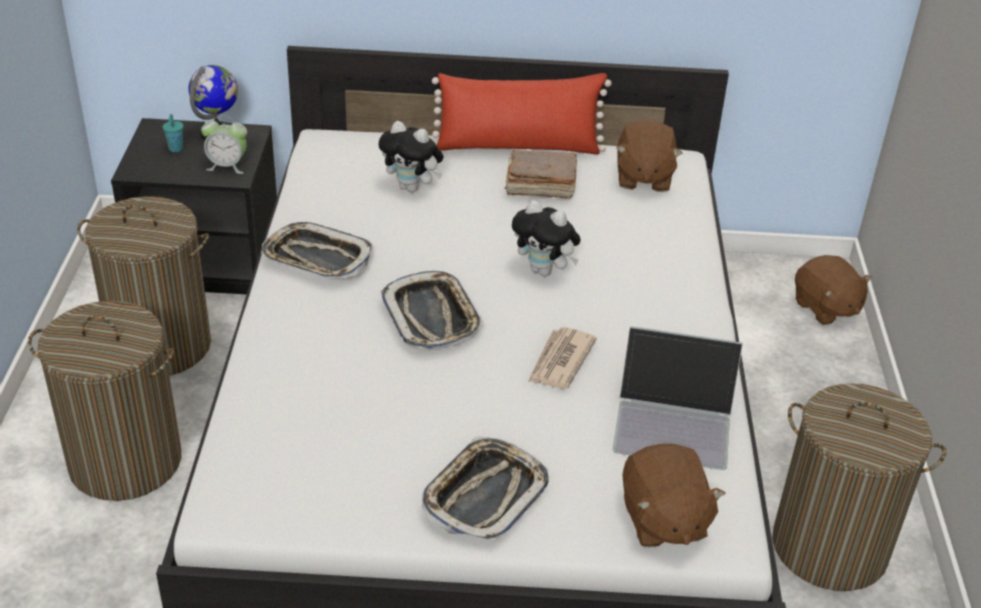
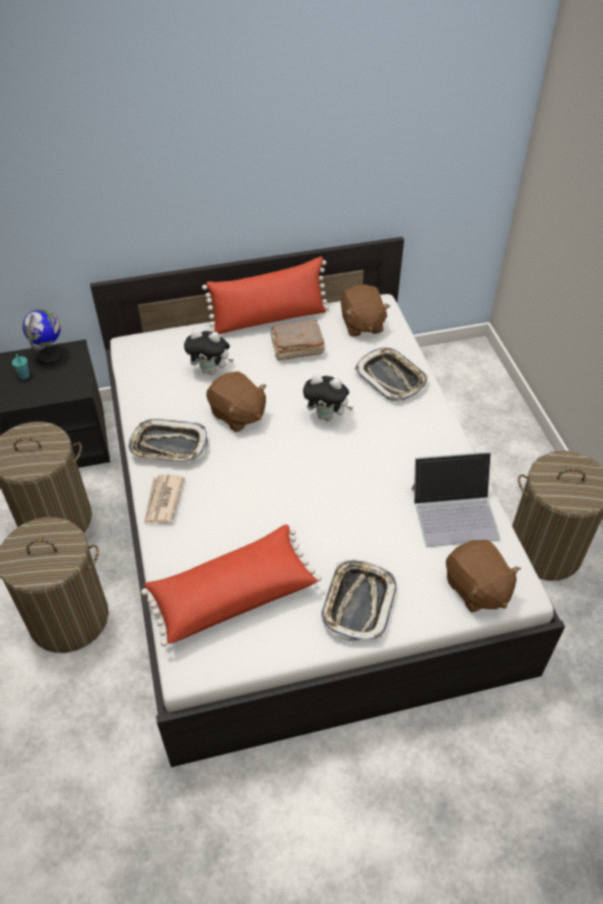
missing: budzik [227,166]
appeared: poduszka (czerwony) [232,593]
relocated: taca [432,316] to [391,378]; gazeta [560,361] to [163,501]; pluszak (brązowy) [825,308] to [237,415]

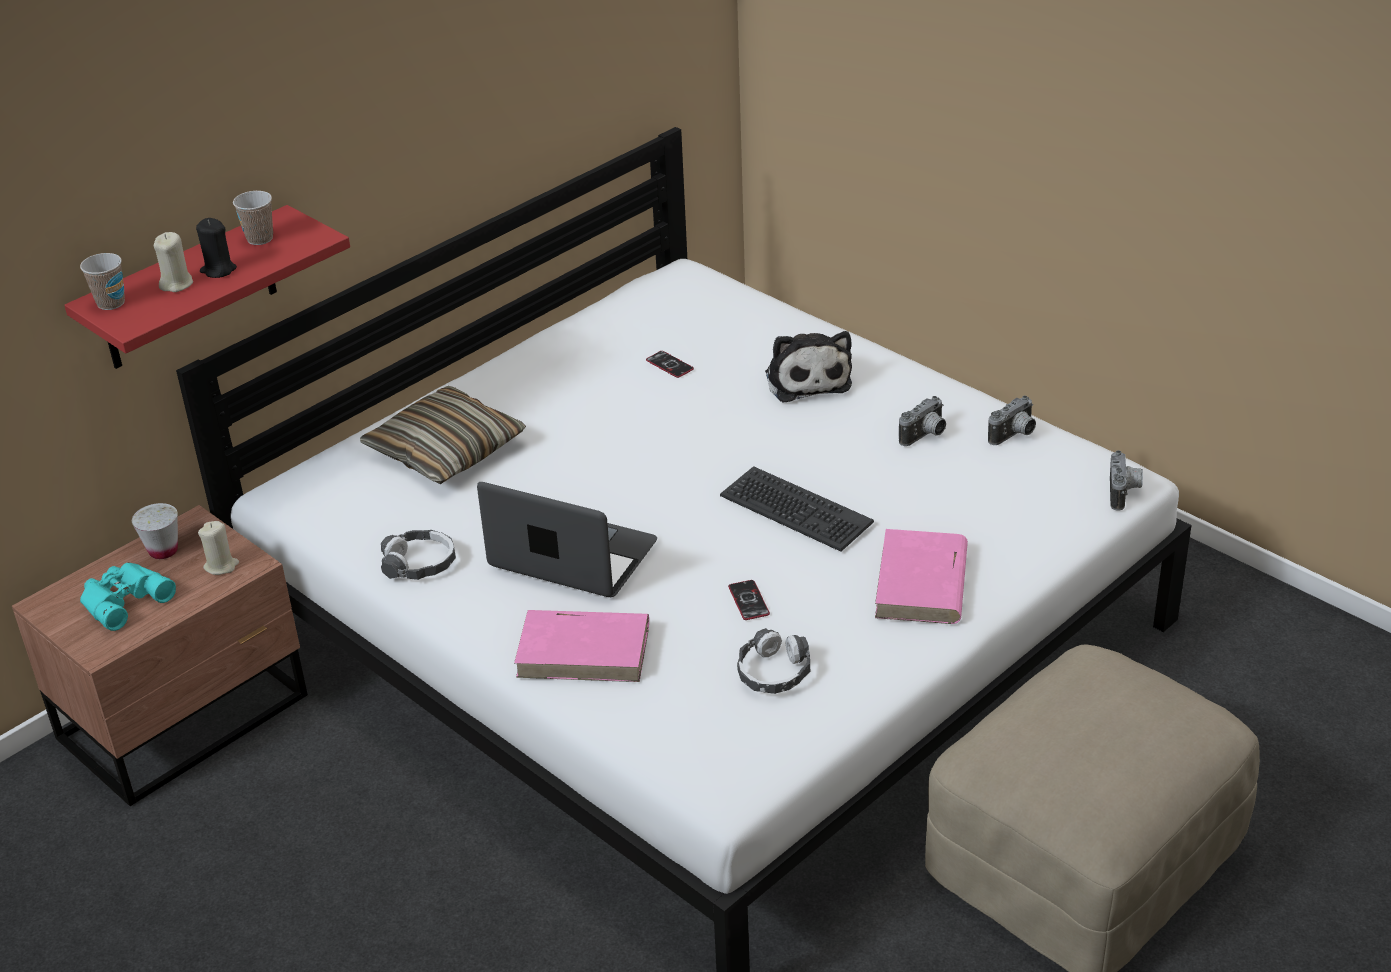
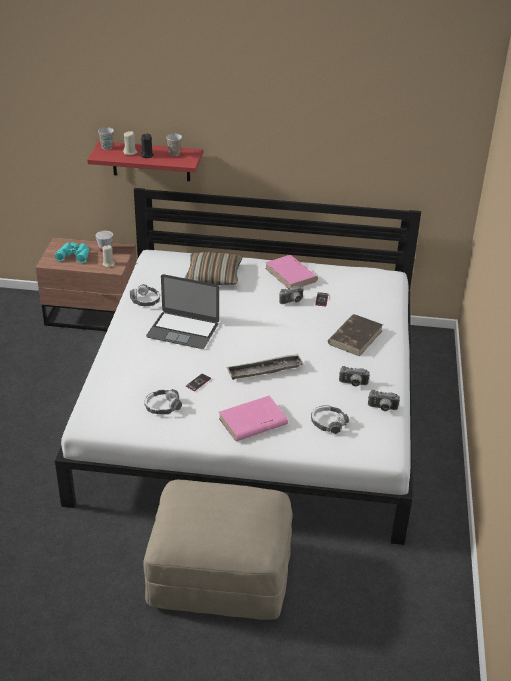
appeared: słuchawki [328,423]
relocated: książka (różowy) [585,650] to [291,275]; aparat fotograficzny [1124,493] to [292,302]
exchanged: klawiatura [795,510] to taca [264,370]; pluszak [807,379] to książka (brązowy) [355,337]
spun: laptop [572,555] = [183,330] 120 degrees clockwise

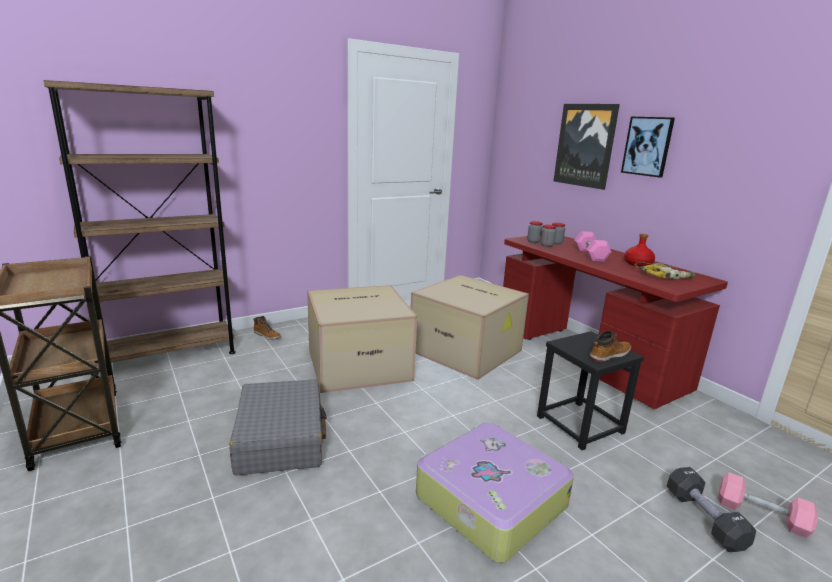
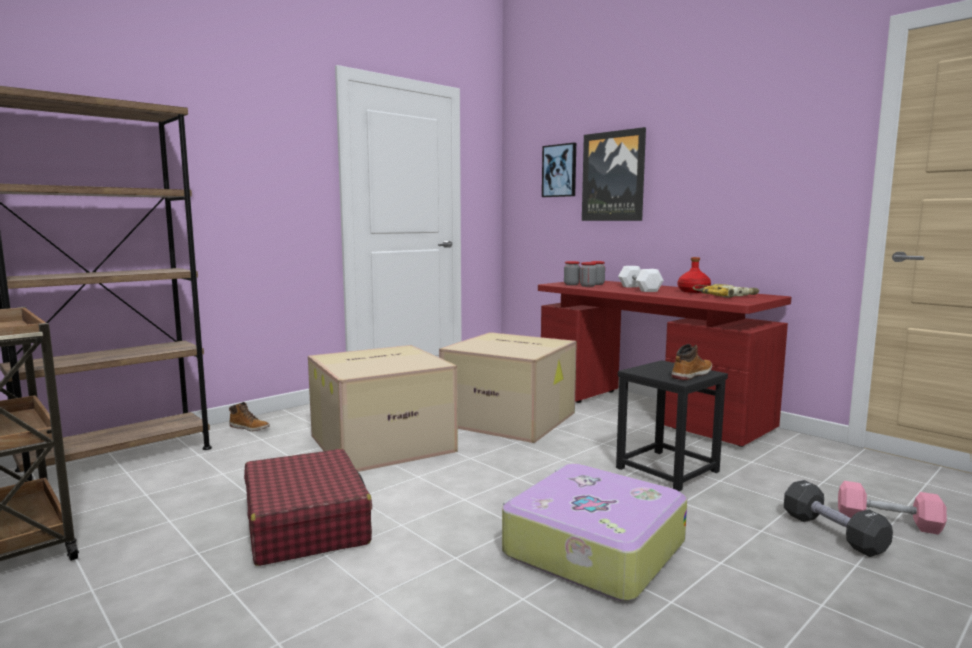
relocated: obraz [647,146] to [559,170]
colour: walizka (szary) [281,438] to walizka (czerwony) [306,523]; hantel (różowy) [590,254] to hantel (biały) [639,289]

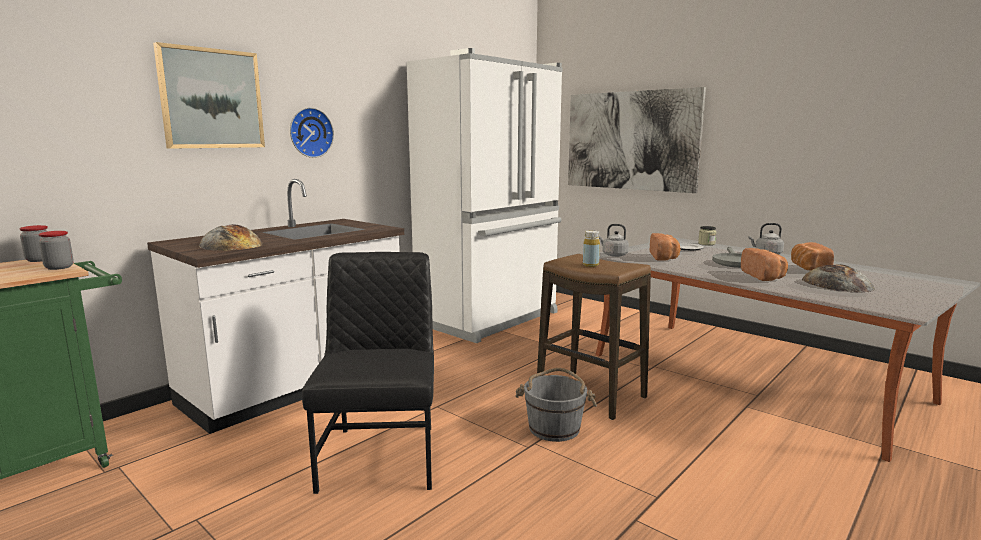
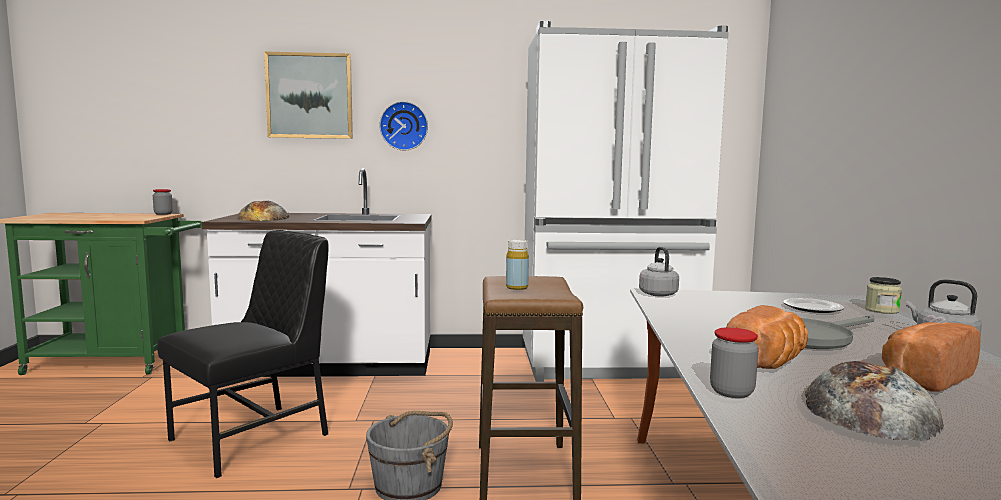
missing: obraz [631,140]; chleb [665,257]
relocated: słoik [59,267] to [731,392]

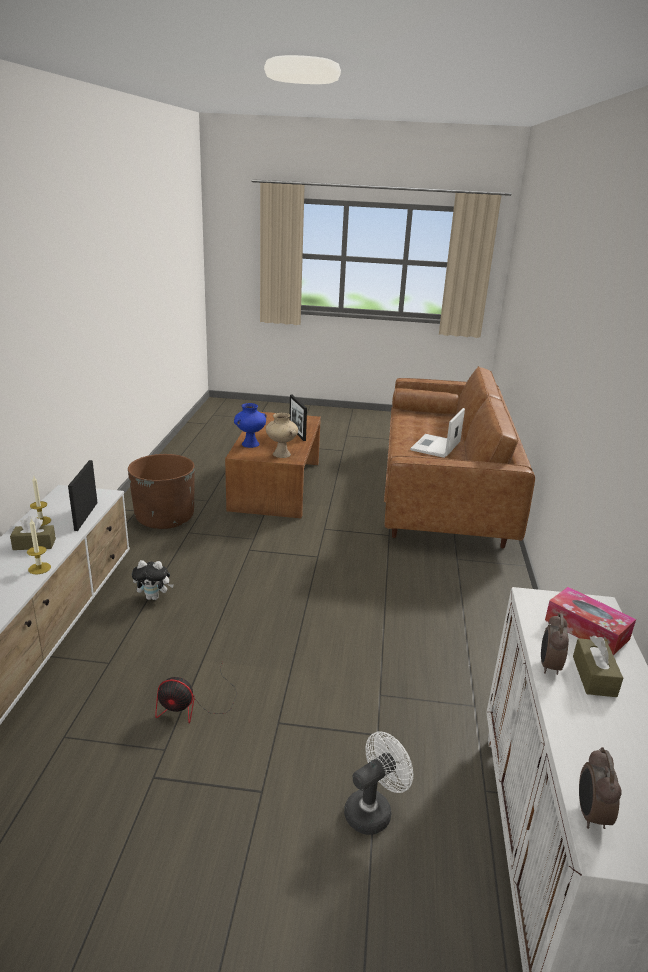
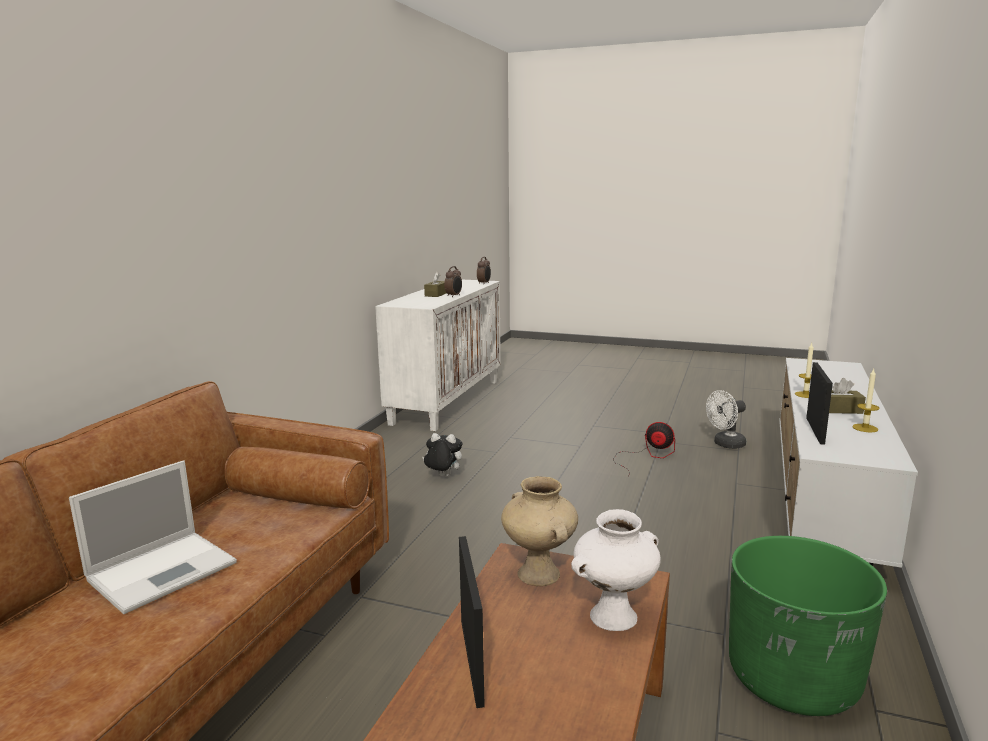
missing: pudełko chusteczek [586,629]
relocated: pluszak [154,597] to [442,476]; wentylator (biały) [373,810] to [725,444]
colour: donica (brązowy) [165,518] to donica (zielony) [793,678]; wazon (niebieski) [250,444] to wazon (biały) [613,618]

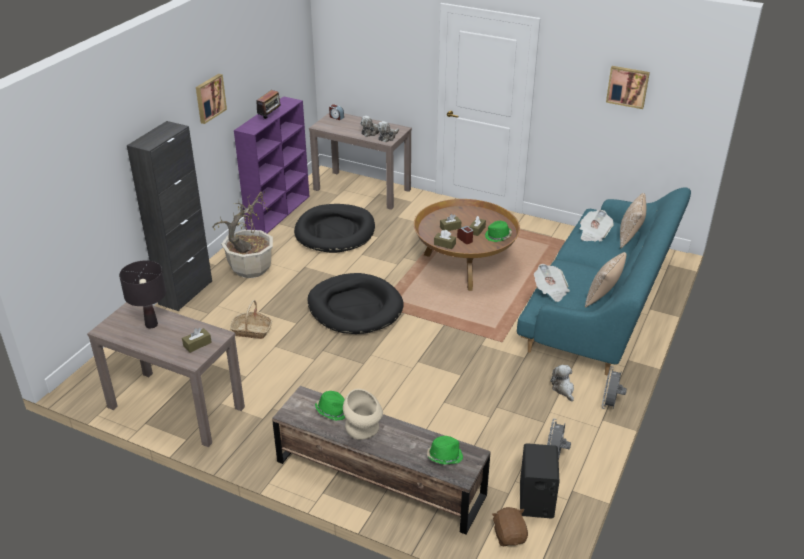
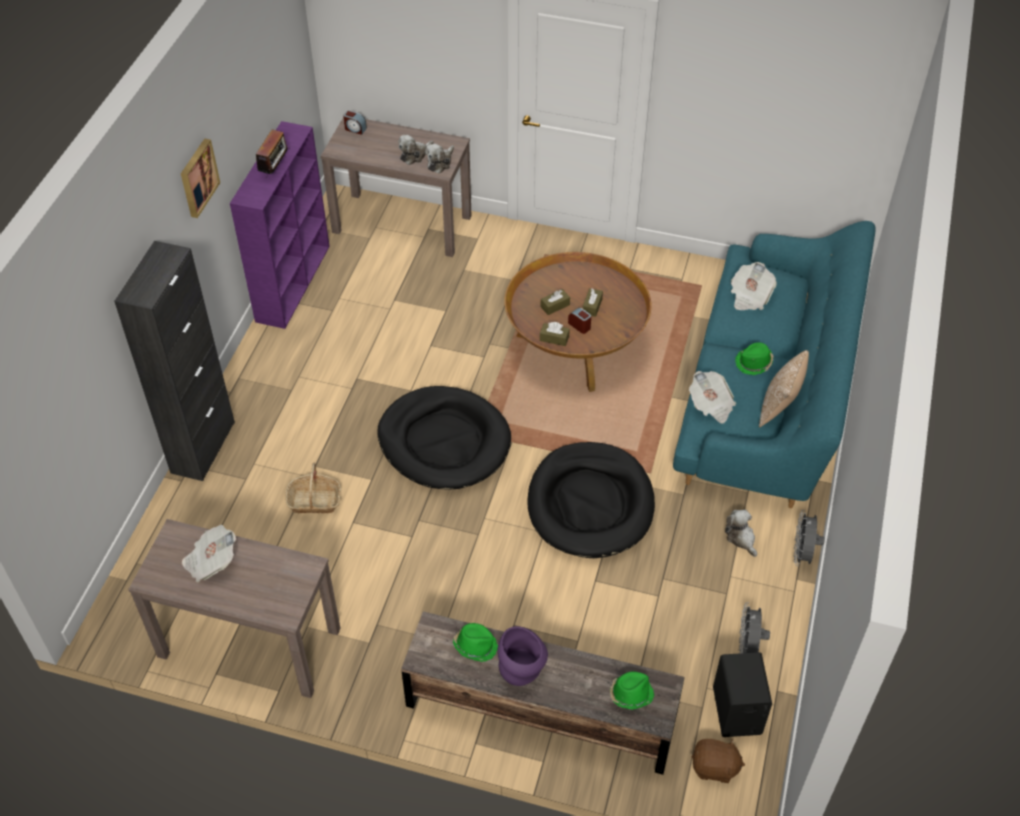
missing: pudełko chusteczek (brązowy) [197,344]; roślina doniczkowa [251,269]; obraz [628,86]; poduszka [629,237]
relocated: legowisko (czarny) [335,232] to [590,503]; kapelusz (zielony) [498,236] to [754,363]
exchanged: lampa stołowa (czarny) [151,325] to gazeta [211,562]
colour: wazon (beżowy) [363,430] to wazon (fioletowy) [522,670]
spun: pluszak (brązowy) [509,535] = [714,767] 120 degrees clockwise

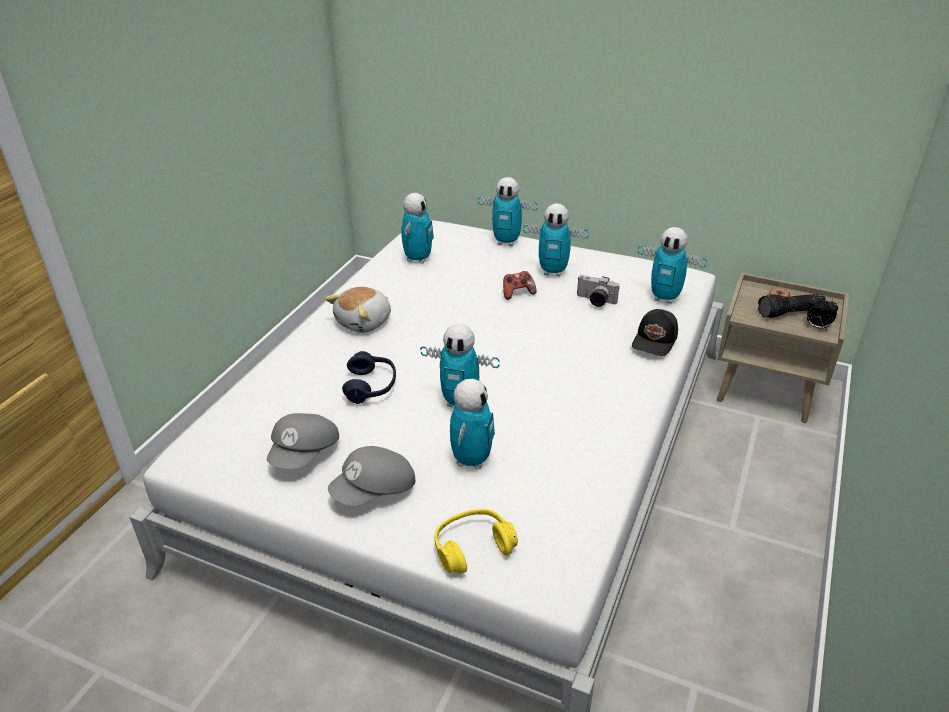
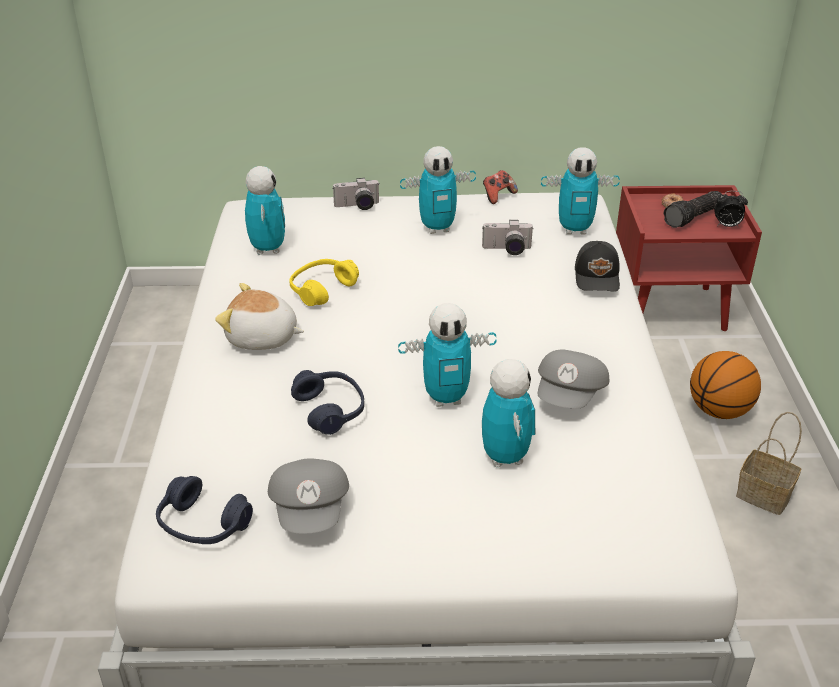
appeared: słuchawki (niebieski) [202,525]; piłka do koszykówki [719,411]; koszyk [765,495]
relocated: czapka z daszkiem (szary) [375,491] to [570,395]; słuchawki (żółty) [473,547] to [322,289]; pad do gier [517,293] to [498,196]
exchanged: robot zabawkowy [506,242] to aparat fotograficzny [357,206]
colour: szafka nocna (beżowy) [766,391] to szafka nocna (czerwony) [672,308]
spun: pluszak [365,322] = [262,338] 90 degrees clockwise

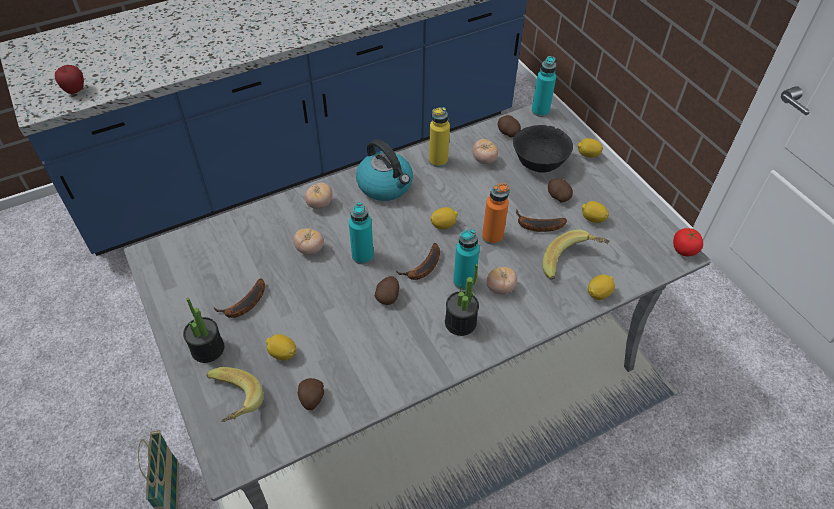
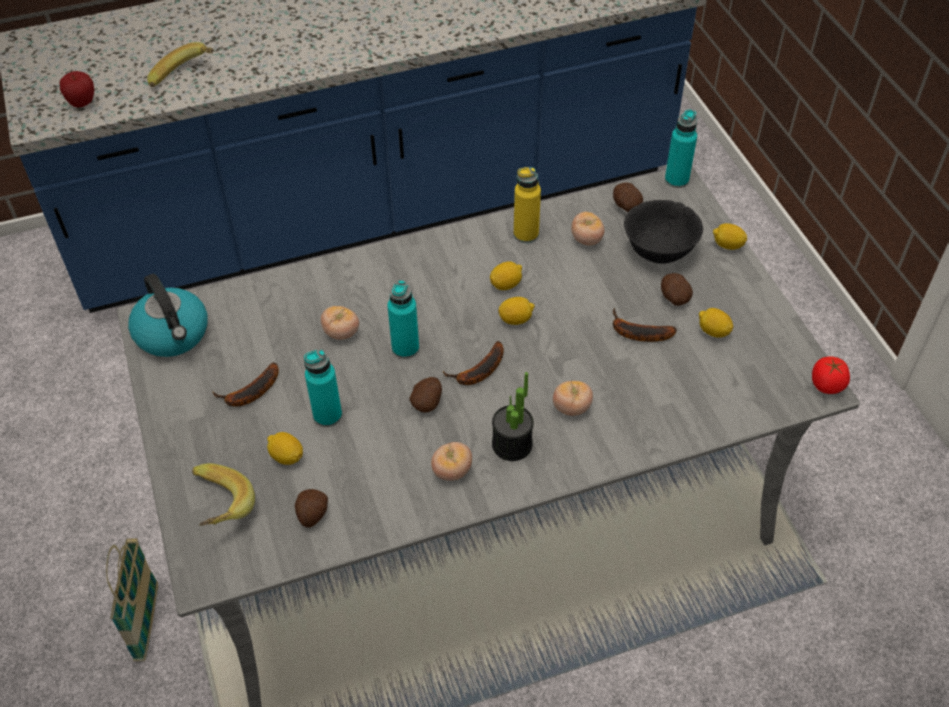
missing: roślina doniczkowa [207,349]; butelka (pomarańczowy) [492,237]
relocated: pomidor [319,204] to [452,471]; czajnik [386,185] to [173,334]; butelka (turkusowy) [464,281] to [327,415]; banan [572,264] to [186,78]; cytryna [598,293] to [506,284]

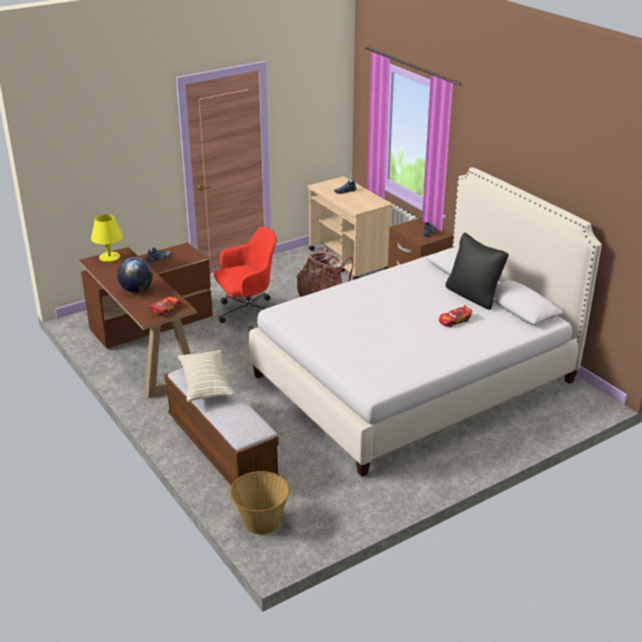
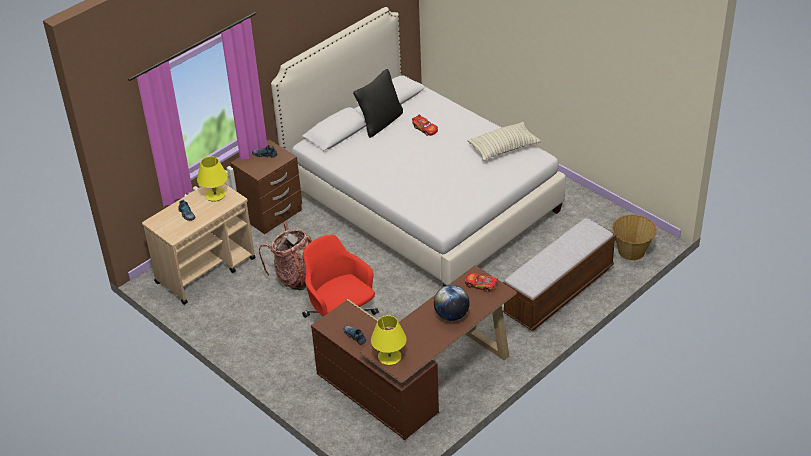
appeared: lampa stołowa (żółty) [215,195]
relocated: poduszka [205,384] to [503,148]

